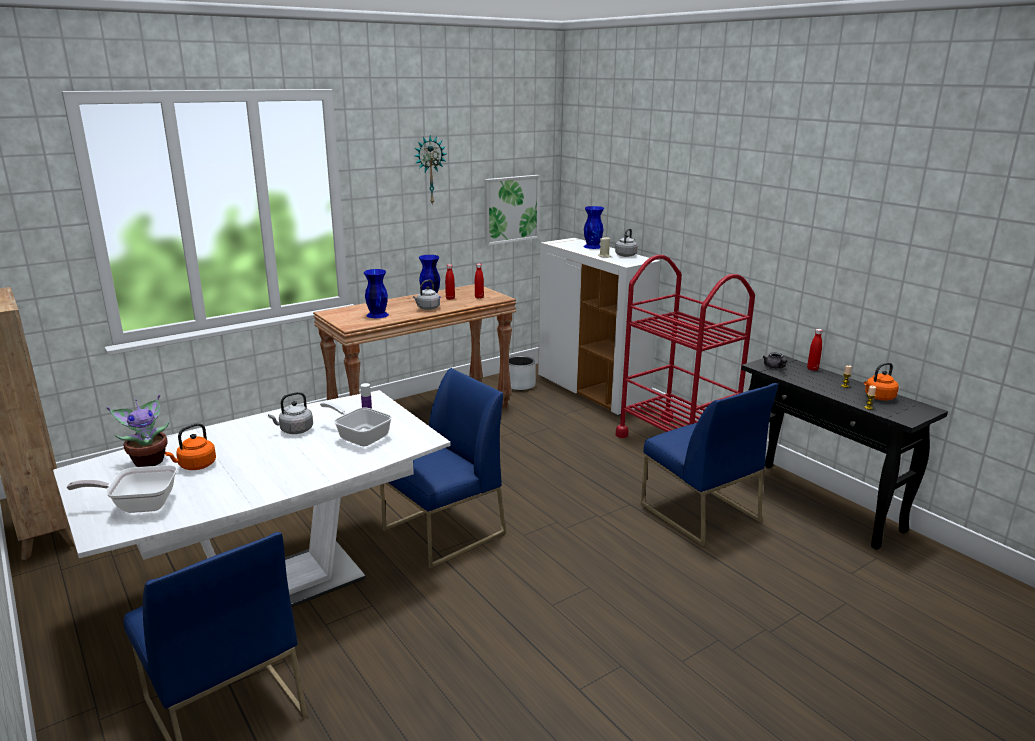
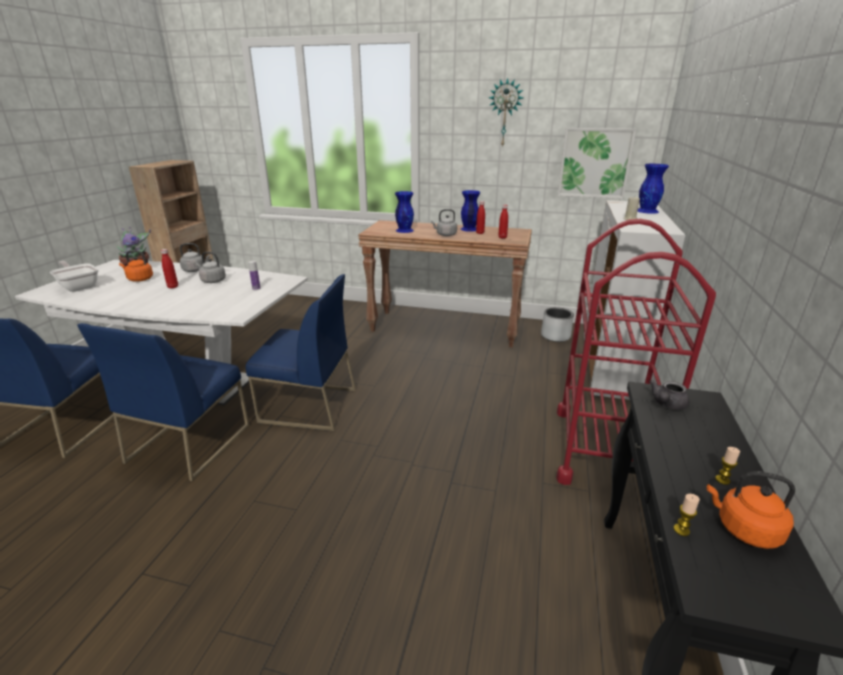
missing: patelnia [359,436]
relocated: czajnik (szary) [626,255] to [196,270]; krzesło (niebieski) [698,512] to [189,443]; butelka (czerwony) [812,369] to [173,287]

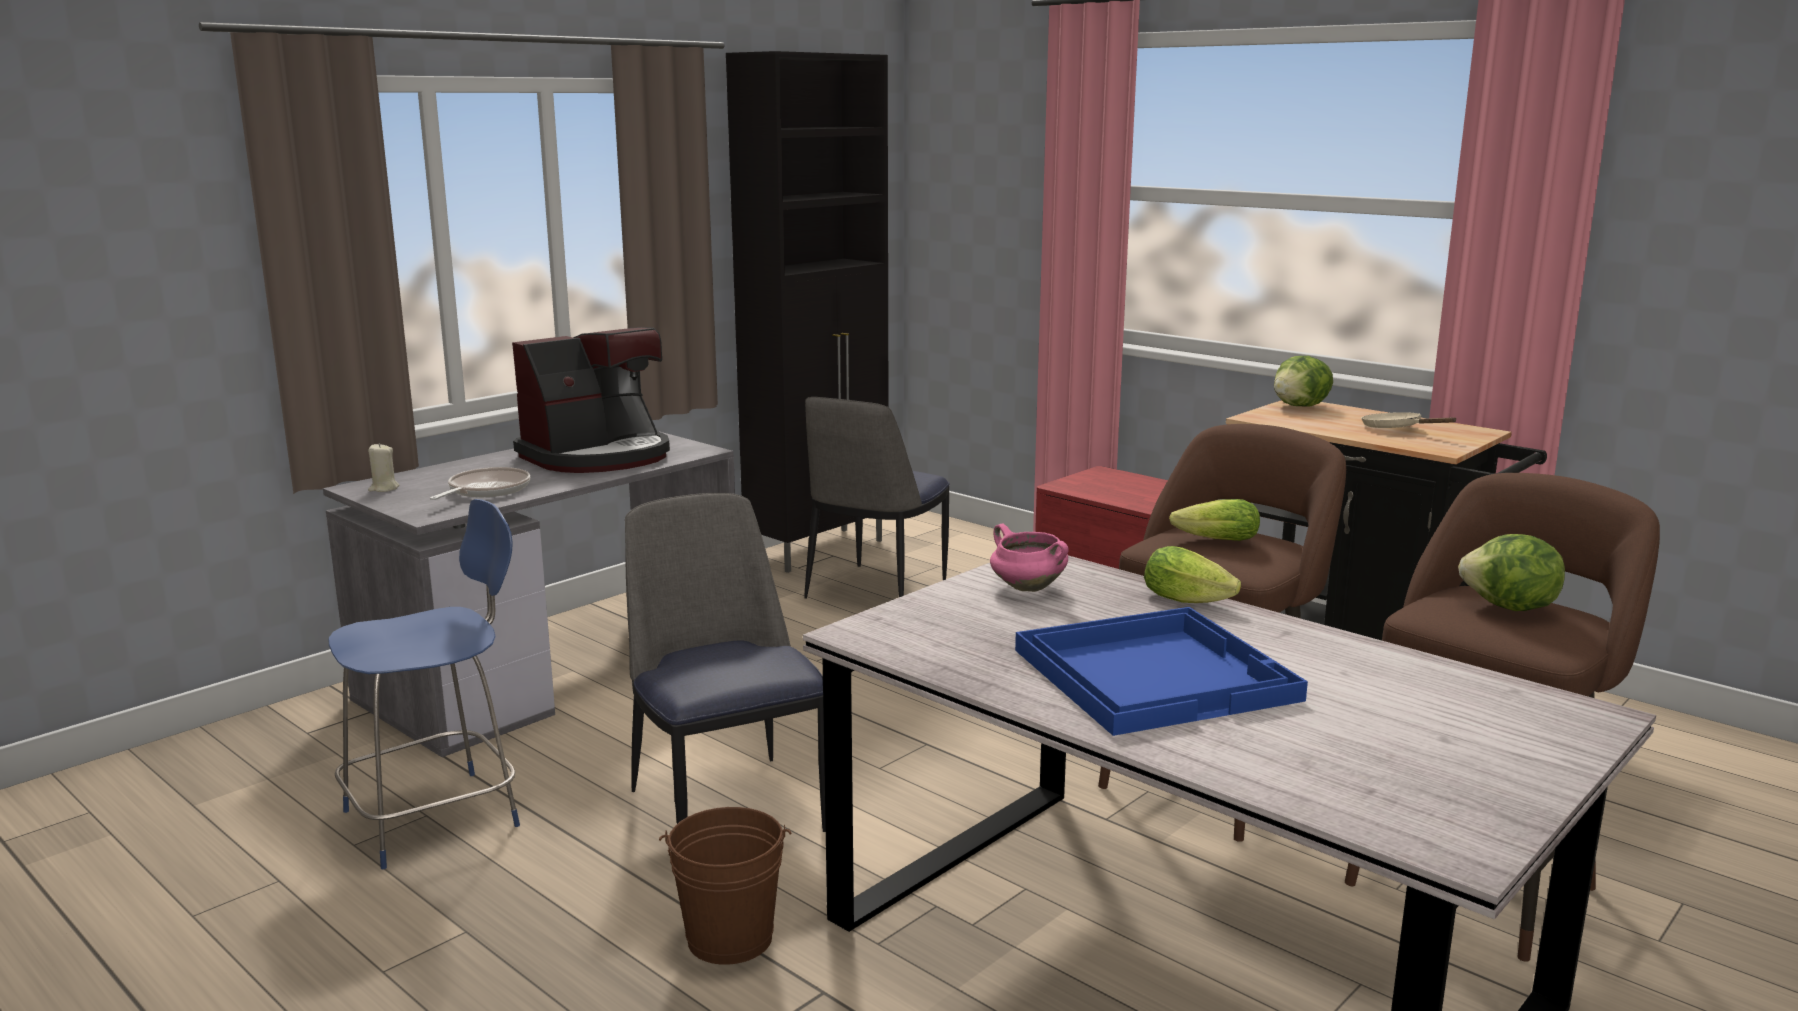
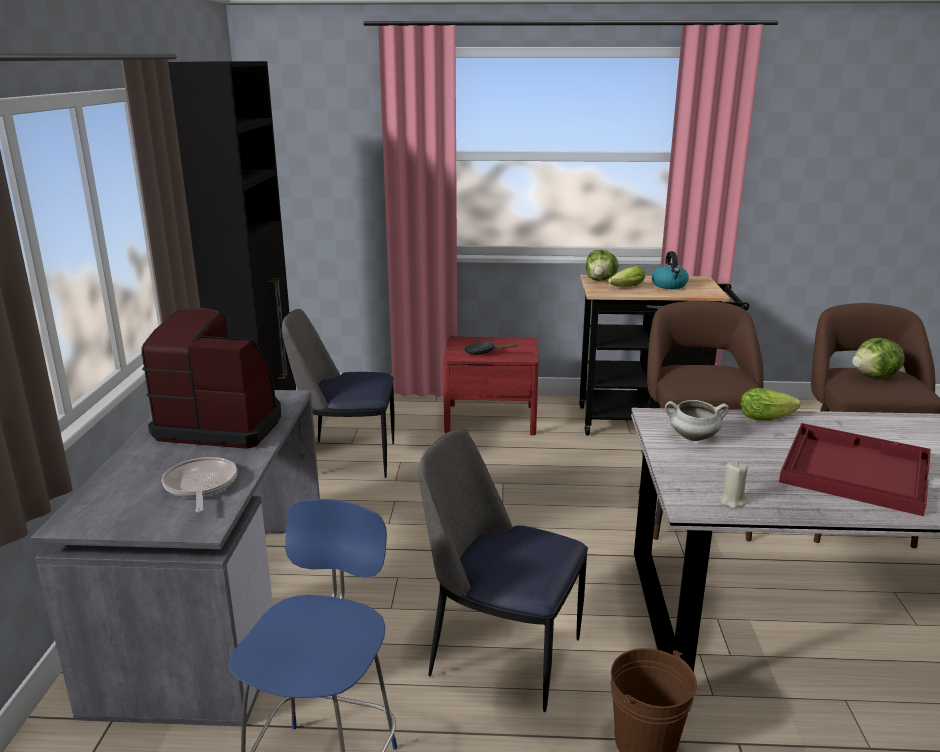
appeared: patelnia (czarny) [483,352]
relocated: świeca (beżowy) [383,488] to [732,501]; sałata [1212,540] to [625,288]
exchanged: patelnia (beżowy) [1396,429] to czajnik [669,285]
colour: garnek (różowy) [1026,588] to garnek (biały) [692,438]; taca (niebieski) [1154,673] to taca (czerwony) [854,469]
spun: ekspres do kawy [598,456] = [221,424] 90 degrees counterclockwise; krzesło [874,591] = [346,459] 105 degrees clockwise

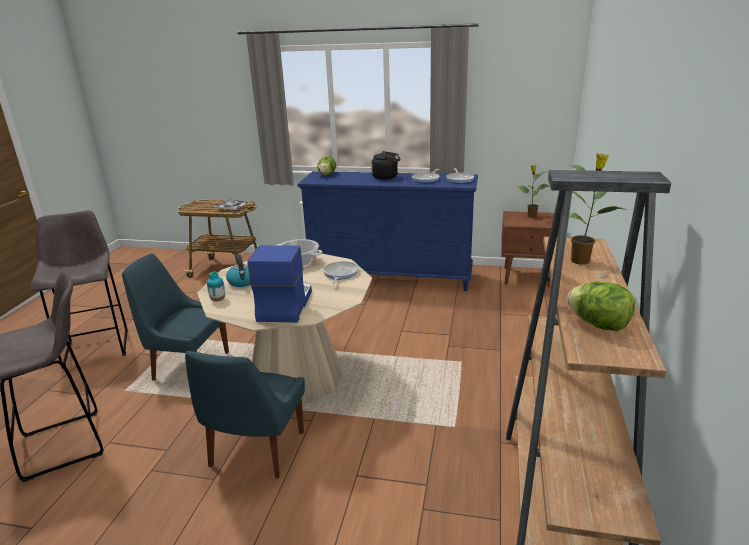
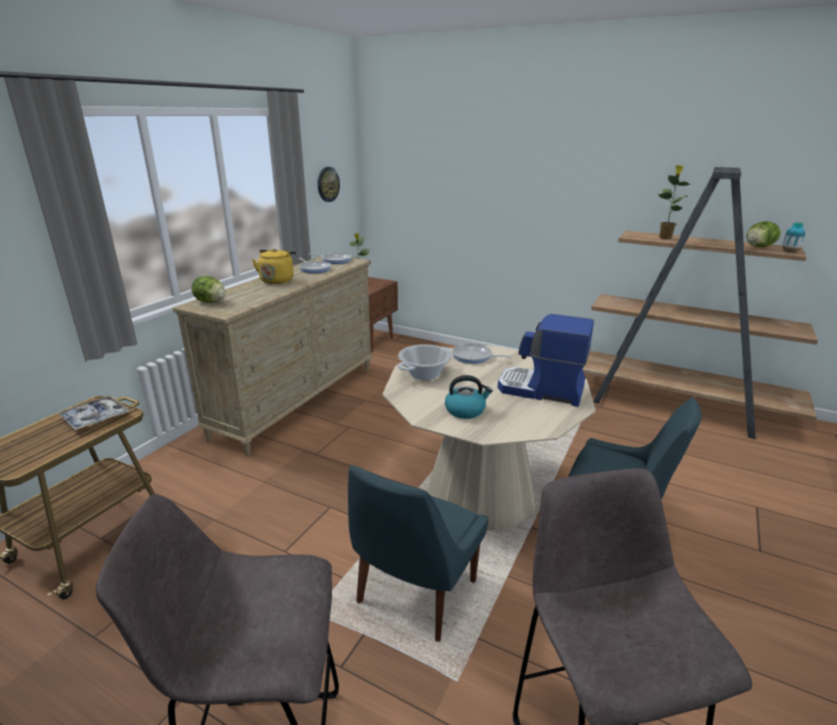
appeared: zegar ścienny [327,184]
relocated: wazon [218,299] to [789,252]
colour: komoda (niebieski) [391,277] to komoda (beżowy) [298,400]; czajnik (czarny) [386,177] to czajnik (żółty) [277,280]

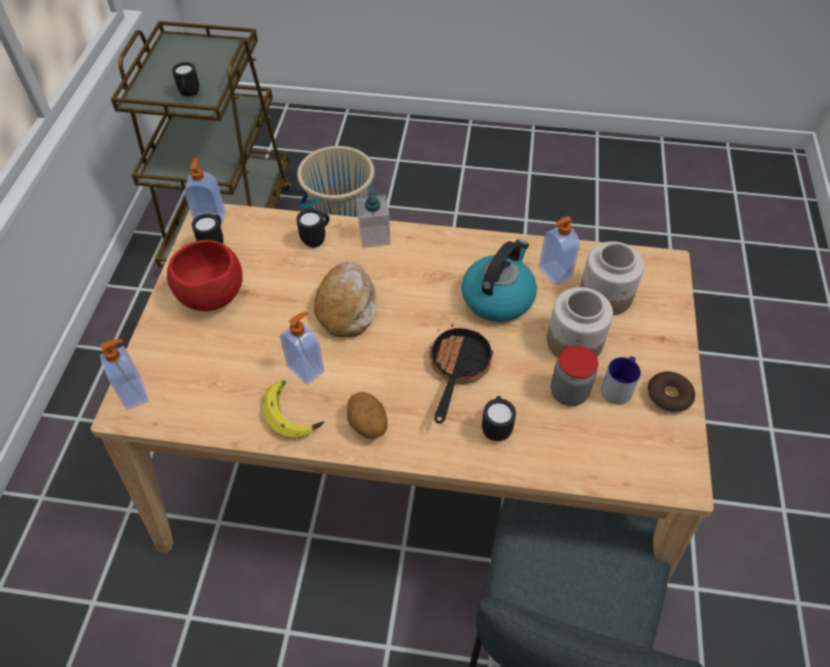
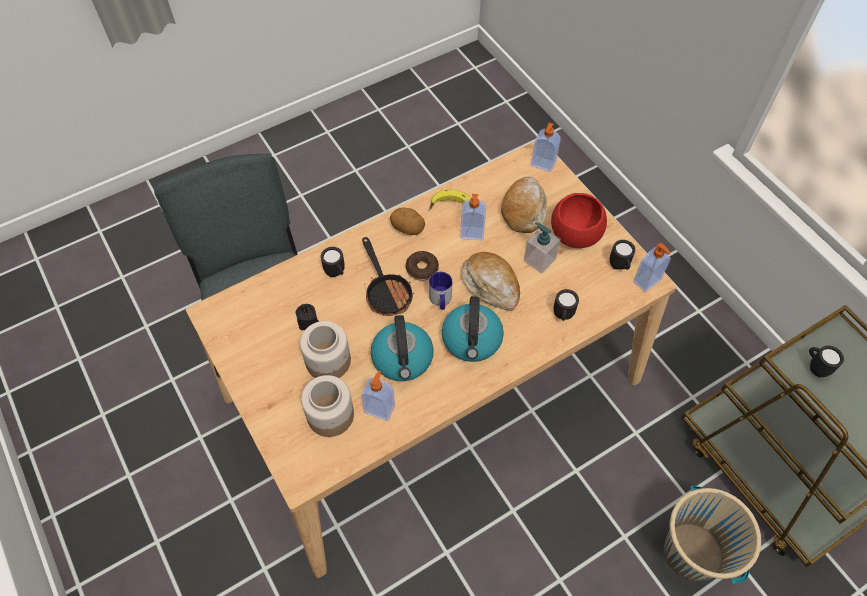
appeared: czajnik [472,340]; chleb [523,209]
relocated: dozownik mydła [374,236] to [539,260]; kubek [618,387] to [441,300]; donut [668,396] to [422,269]
exchanged: słoik [568,393] to świeca (czarny) [308,323]

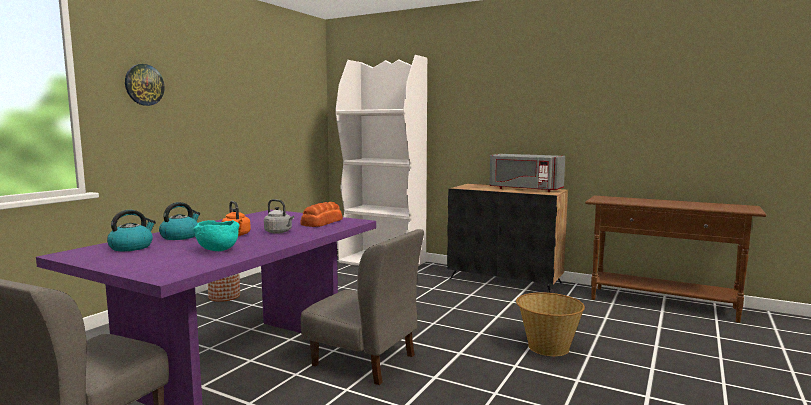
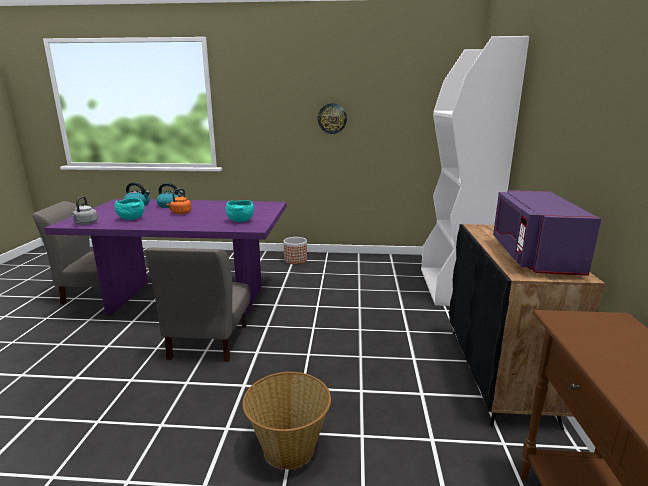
relocated: zegar ścienny [144,85] to [332,118]; czajnik (szary) [279,232] to [85,223]
exchanged: chleb [321,222] to miska (turkusowy) [240,221]
colour: mikrofalówka (szary) [524,189] to mikrofalówka (fioletowy) [533,256]

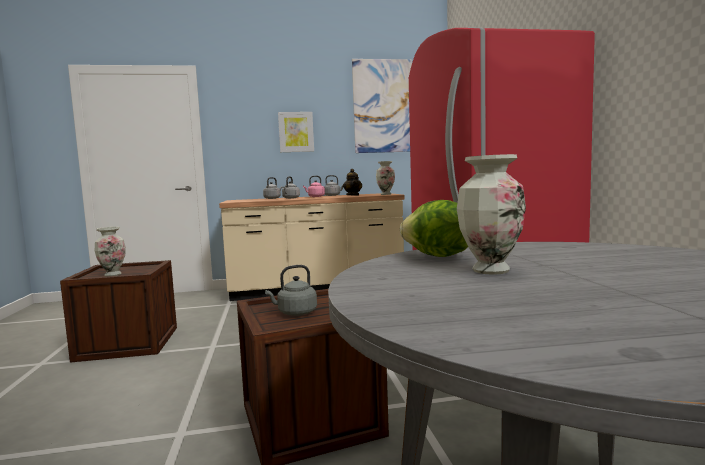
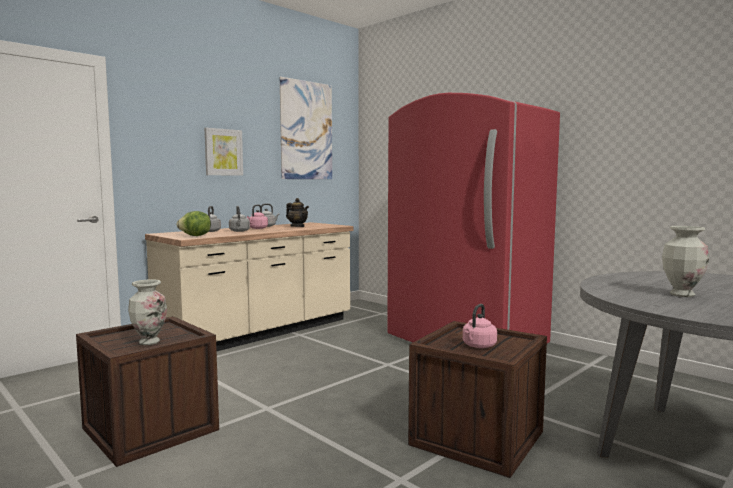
missing: wazon [386,194]
relocated: sałata [439,257] to [195,236]
colour: czajnik (szary) [295,313] to czajnik (różowy) [478,346]

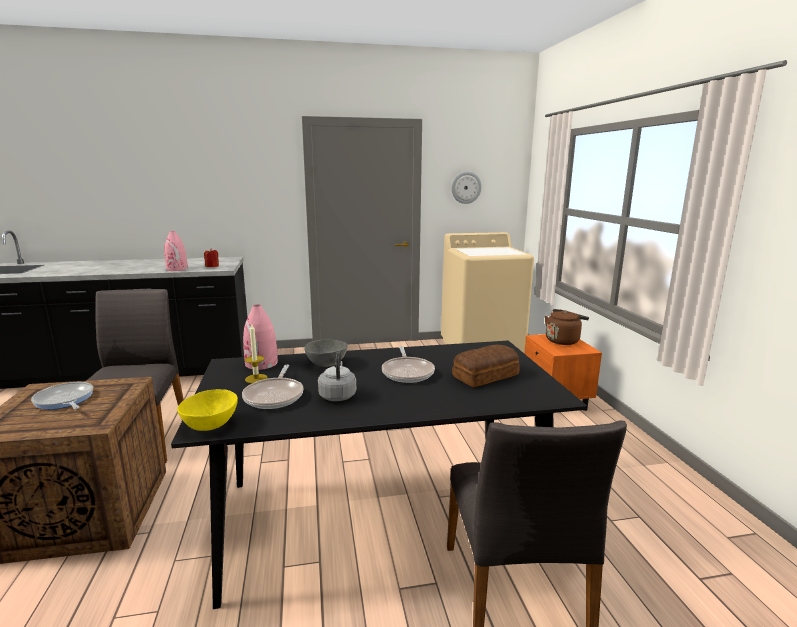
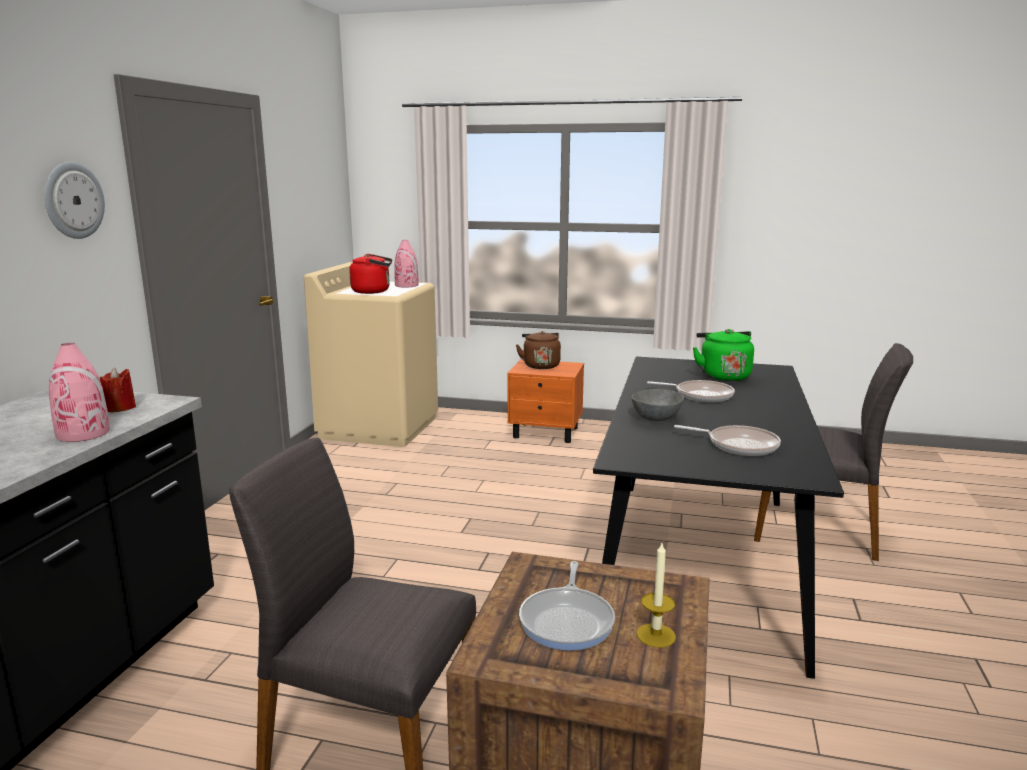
missing: miska (żółty) [212,425]; czajnik (szary) [337,395]
appeared: czajnik (czerwony) [373,291]
relocated: wazon (różowy) [261,364] to [407,285]; świeca [256,378] to [656,635]; zegar ścienny [466,187] to [73,200]
exchanged: chleb [487,375] to czajnik (zielony) [723,376]
spun: patelnia [64,400] = [568,621] 60 degrees counterclockwise

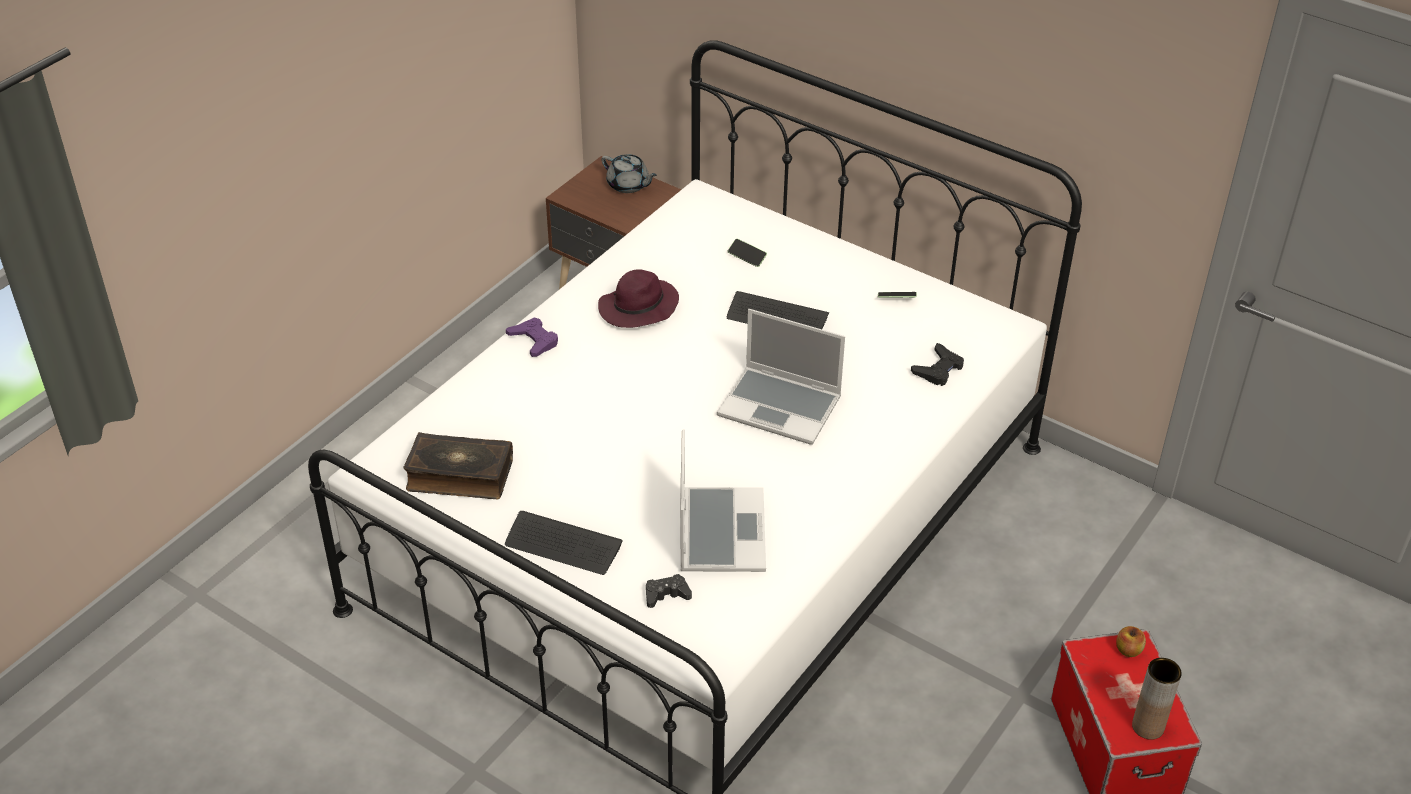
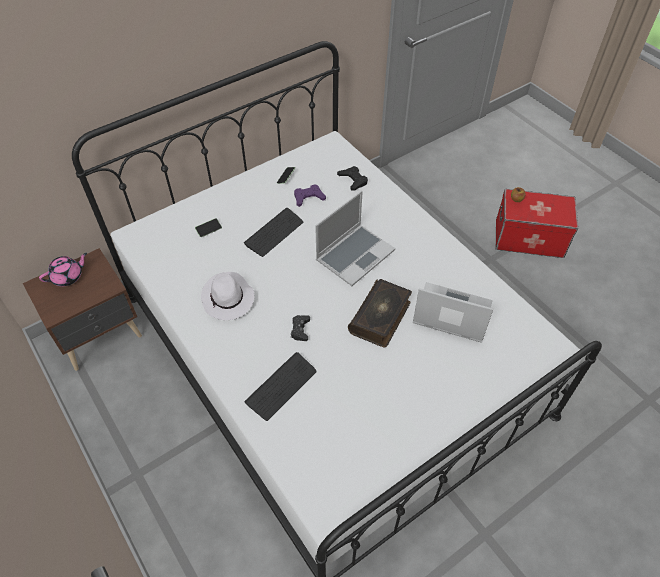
missing: wazon (brązowy) [1148,727]
relocated: książka [459,475] to [381,317]; klawiatura [563,545] to [281,387]; pad do gier (fioletowy) [534,341] to [308,197]; pad do gier (czarny) [666,595] to [300,330]
colour: kapelusz (fioletowy) [638,309] to kapelusz (biały) [228,299]; imbryk (szary) [628,185] to imbryk (różowy) [68,277]

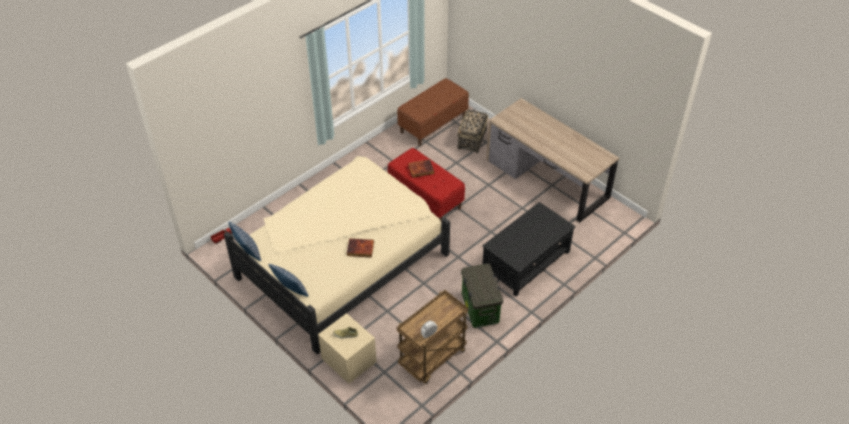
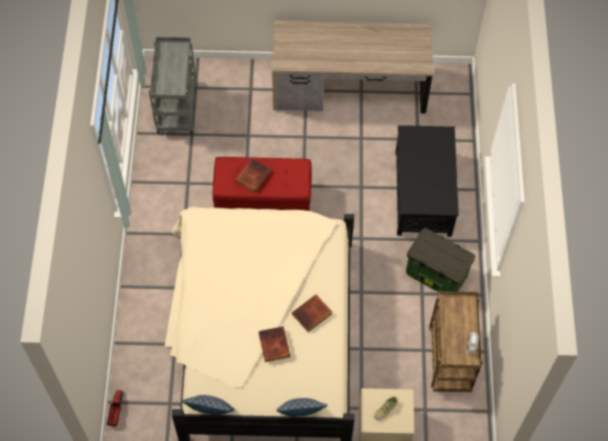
missing: koszyk [472,140]
appeared: książka [273,345]
exchanged: ławka (brązowy) [433,124] to wózek (szary) [176,107]

